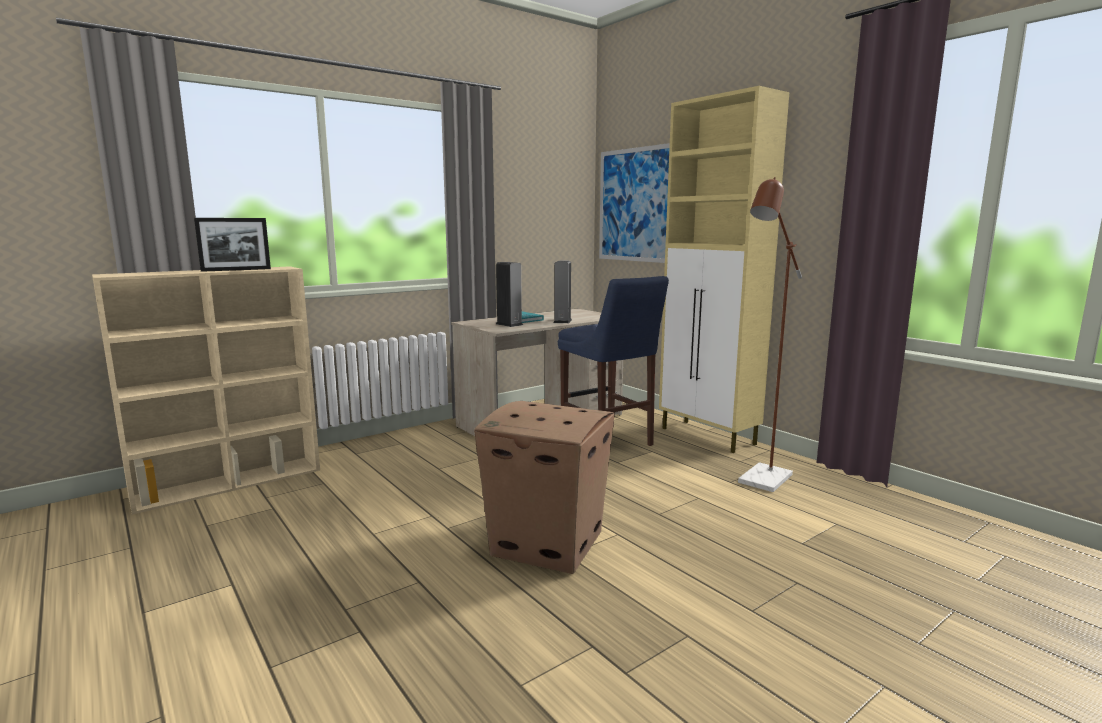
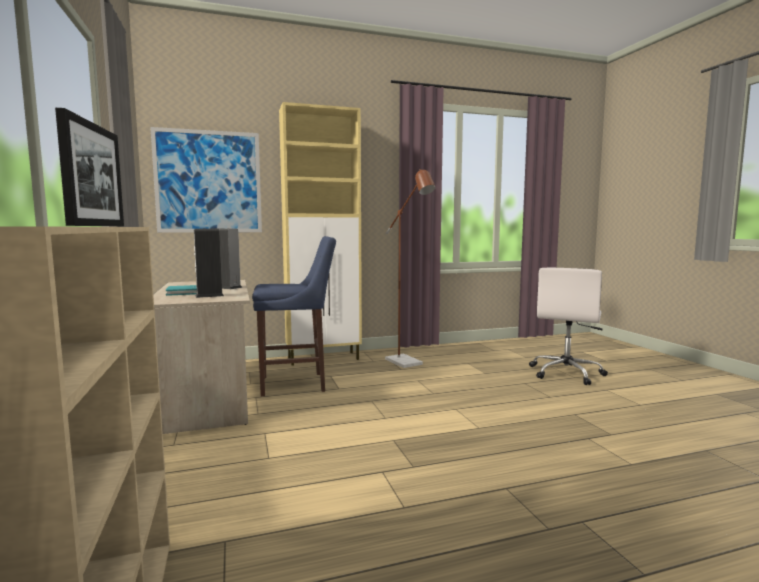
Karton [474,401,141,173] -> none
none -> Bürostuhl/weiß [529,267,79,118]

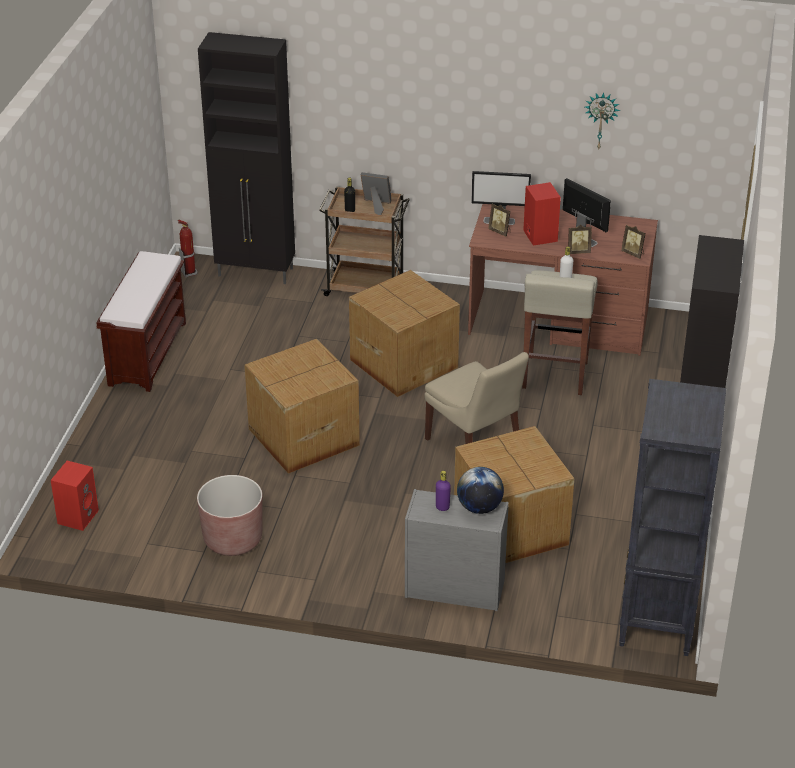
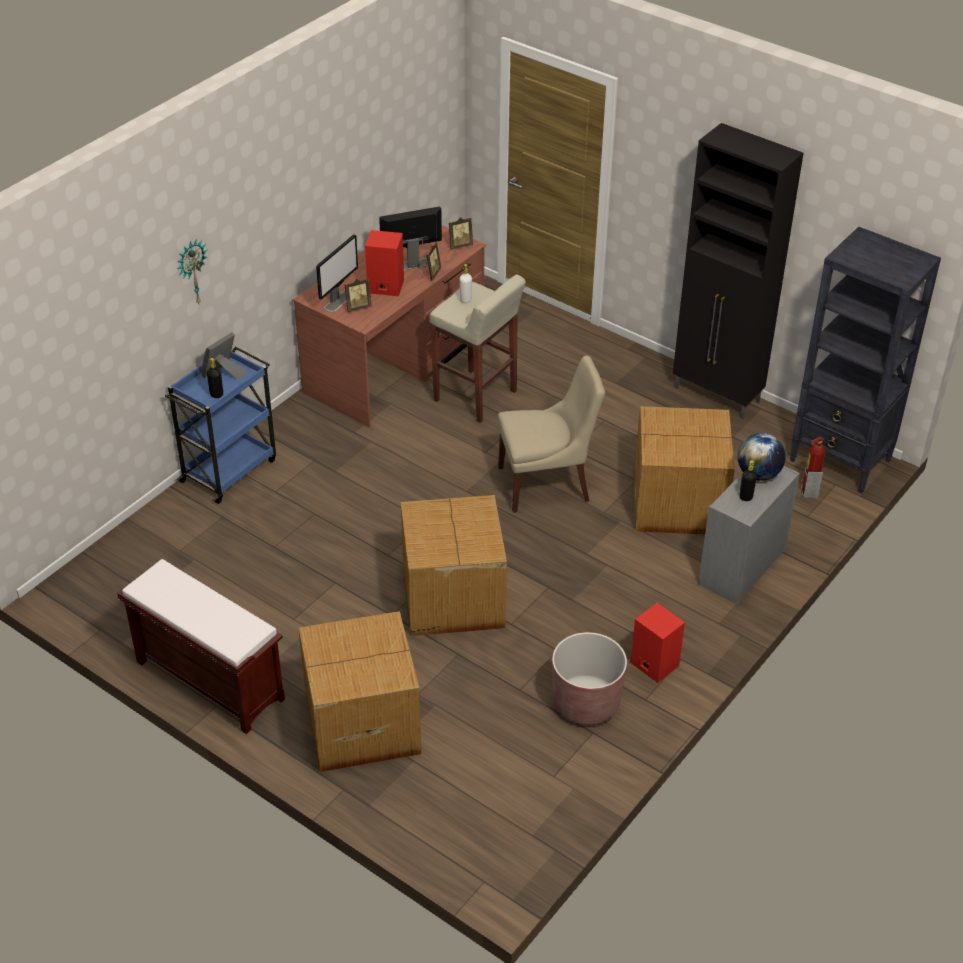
Schrank/schwarz [198,32,97,252] -> none
Lautsprecher/rot [51,460,48,71] -> Lautsprecher/rot [630,603,55,80], shifted
Feuerlöscher [178,220,20,58] -> Feuerlöscher [800,437,25,61], shifted
Karton [349,270,111,127] -> Karton [299,611,122,161], shifted
Wanduhr [585,92,35,58] -> Wanduhr [177,239,30,65], shifted
Rollwagen/braun [319,186,91,110] -> Rollwagen/blau [165,346,111,158]
Flasche/lila [436,471,15,40] -> Flasche/schwarz [739,460,18,41]

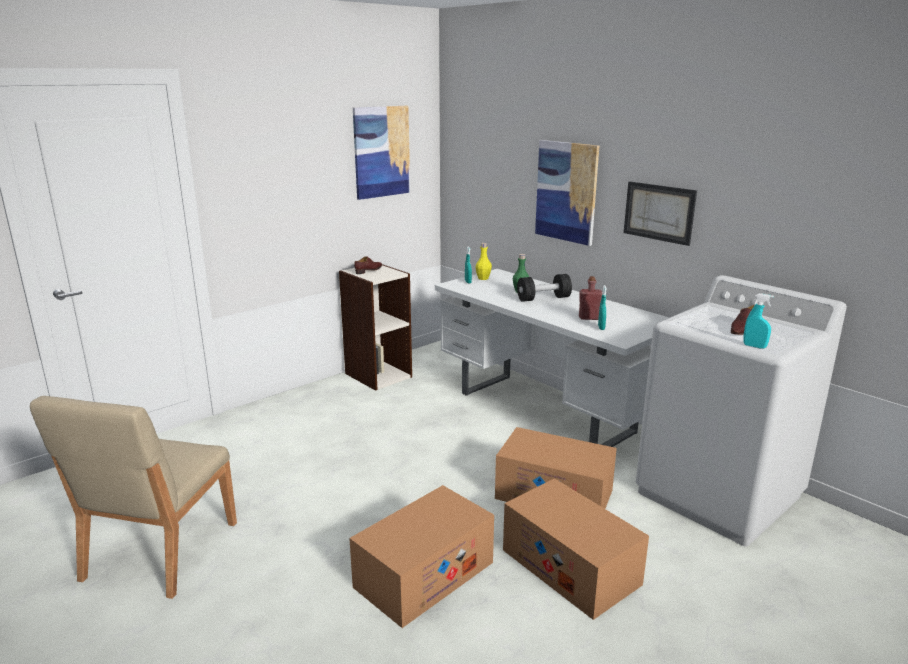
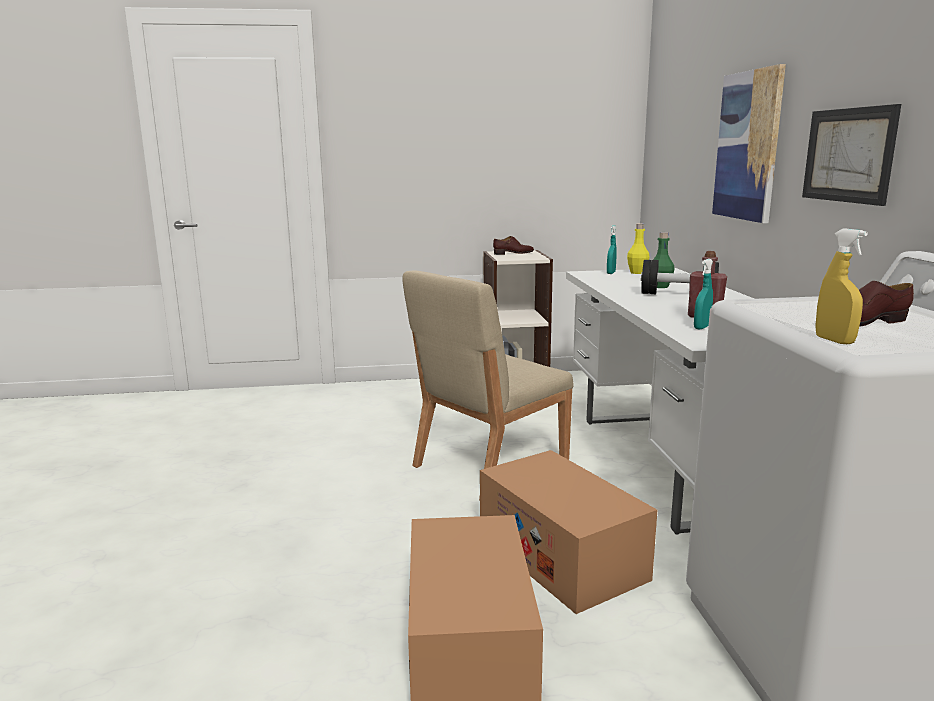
Karton [349,485,145,143] -> none
Bild [353,106,57,94] -> none
Stuhl/beige [30,396,207,203] -> Stuhl/beige [402,270,172,230], shifted
Sprühflasche/türkis [744,293,30,55] -> Sprühflasche/gelb [815,228,53,116]

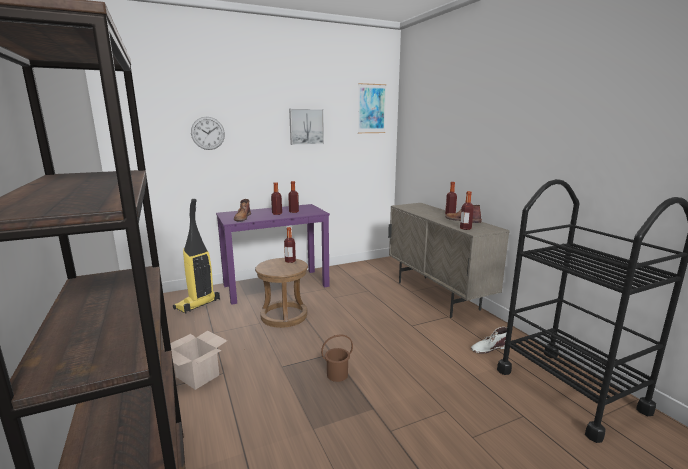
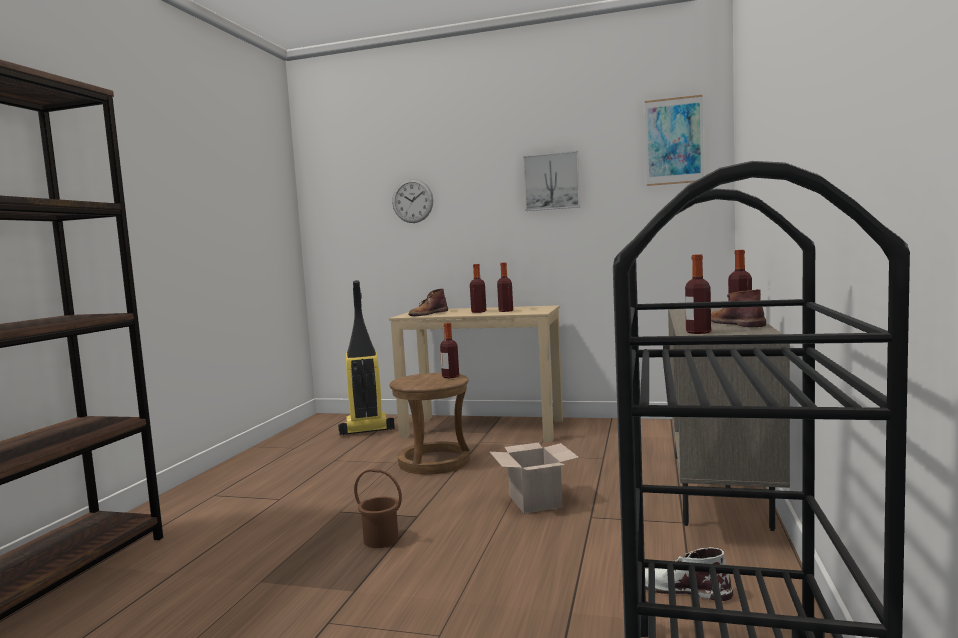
Karton [170,331,57,59] -> Karton [490,443,89,71], shifted
Schreibtisch/lila [216,204,114,101] -> Schreibtisch/beige [389,305,174,137]

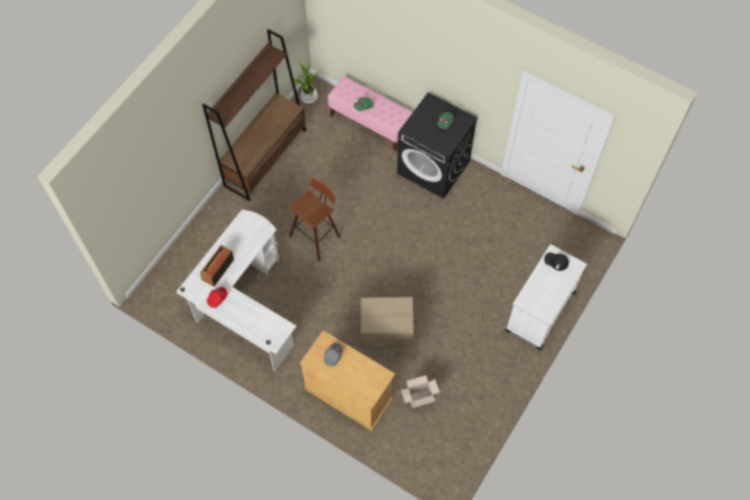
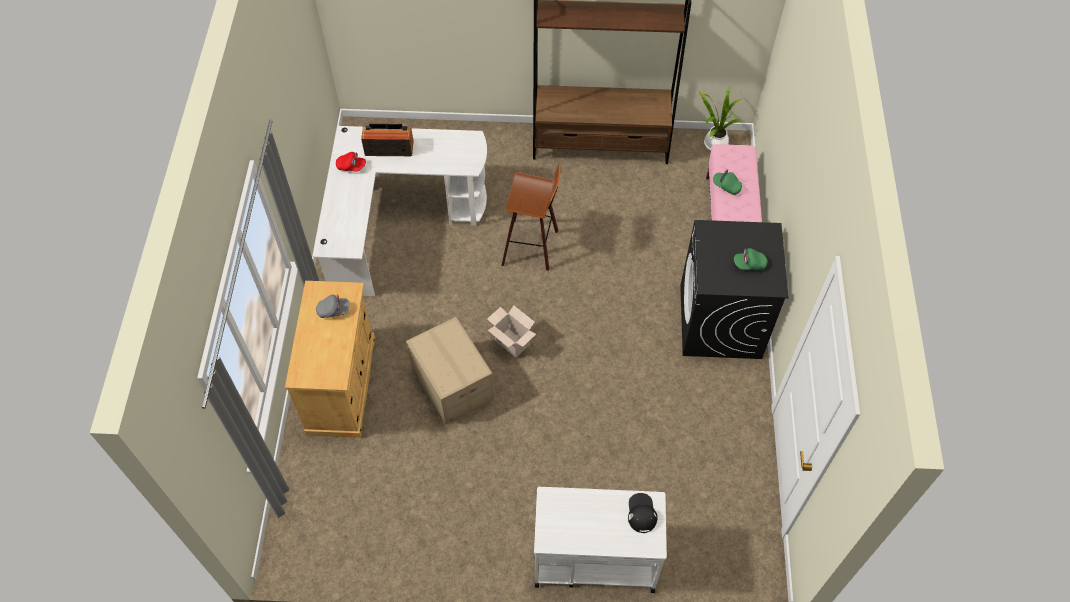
Karton [401,375,39,33] -> Karton [487,306,49,52], shifted

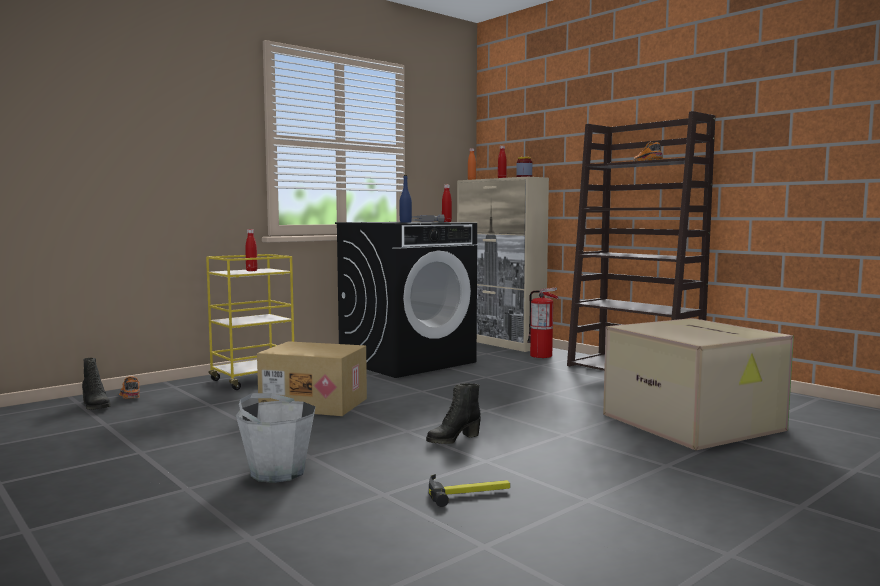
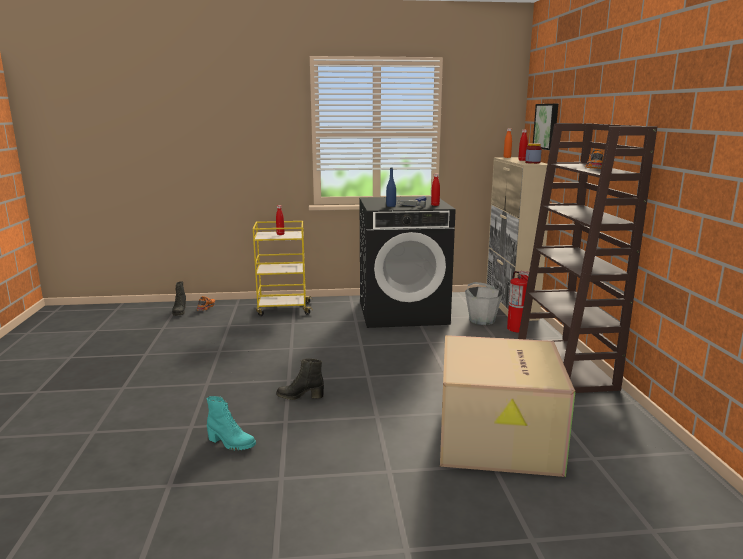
Karton [257,341,110,75] -> none
none -> Bild [533,104,25,46]
Eimer/grau [236,393,80,90] -> Eimer/grau [465,282,38,43], shifted
Hammer [429,474,81,33] -> Stiefel/türkis [207,396,49,54]

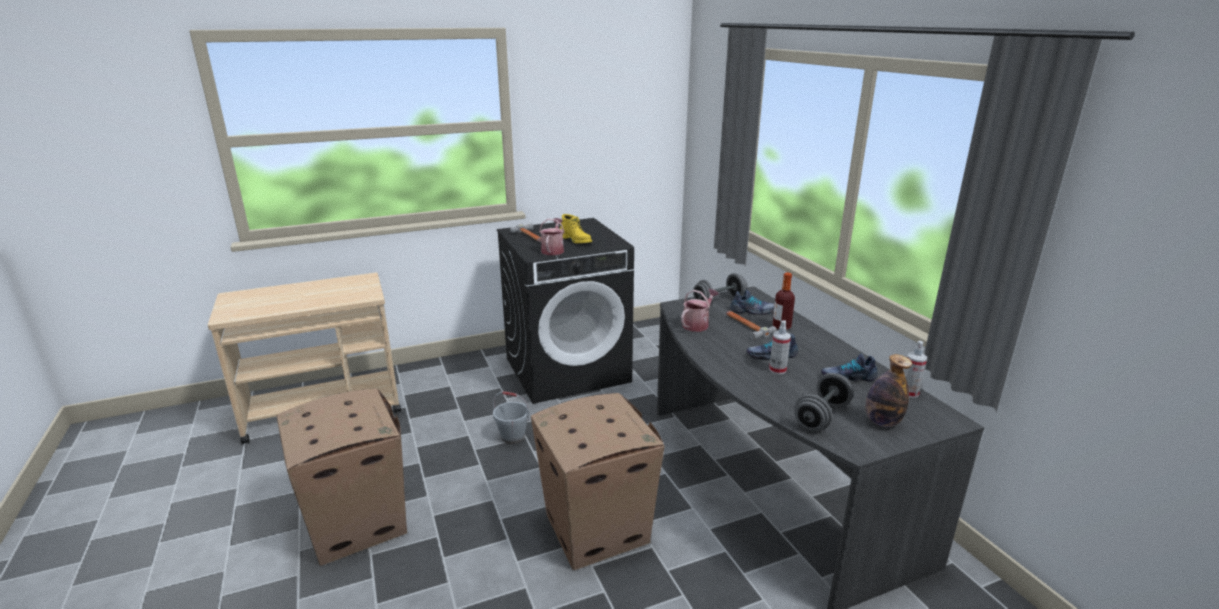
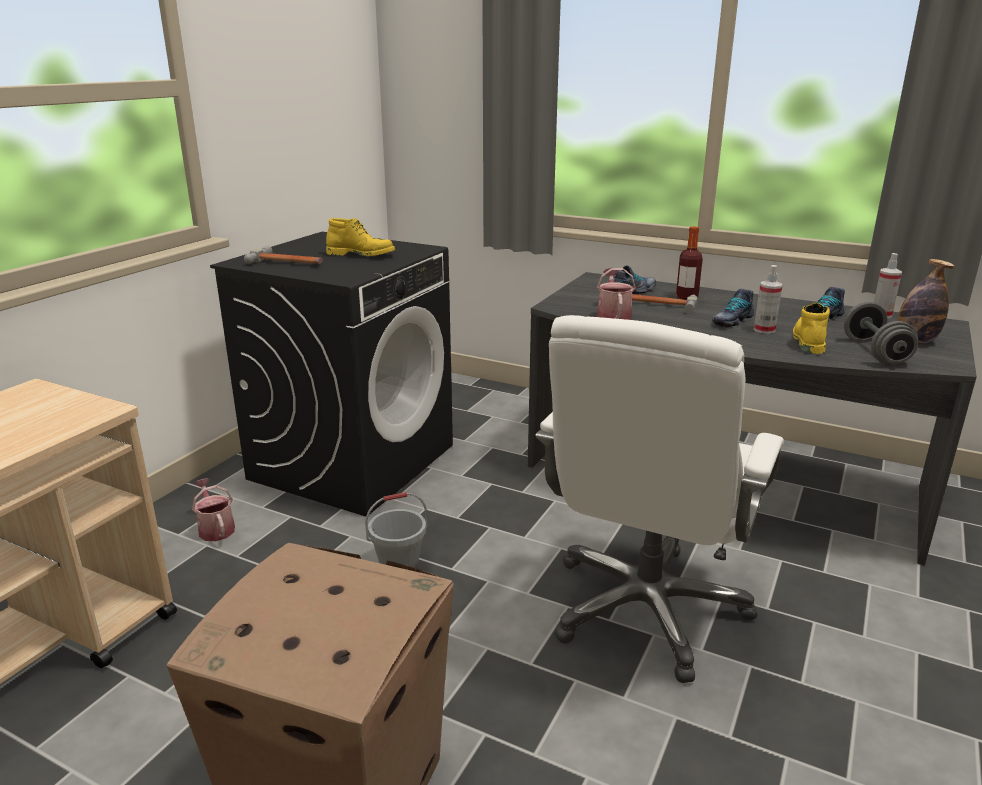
Hantel/grau [693,273,54,33] -> none
none -> Stiefel/gelb [793,303,37,51]
Gießkanne [539,218,25,37] -> Gießkanne [192,478,43,63], shifted
Karton [531,393,133,177] -> Bürostuhl/weiß [535,315,249,368]

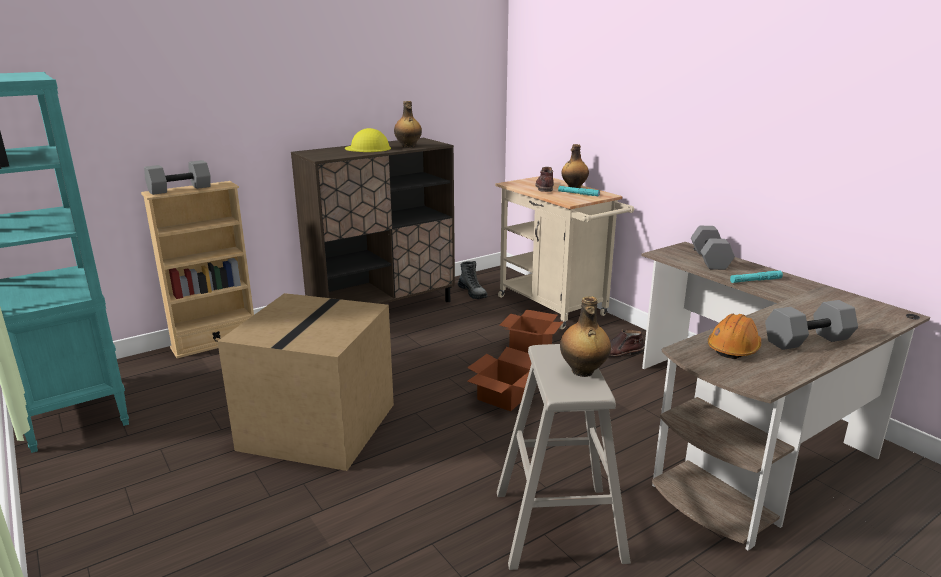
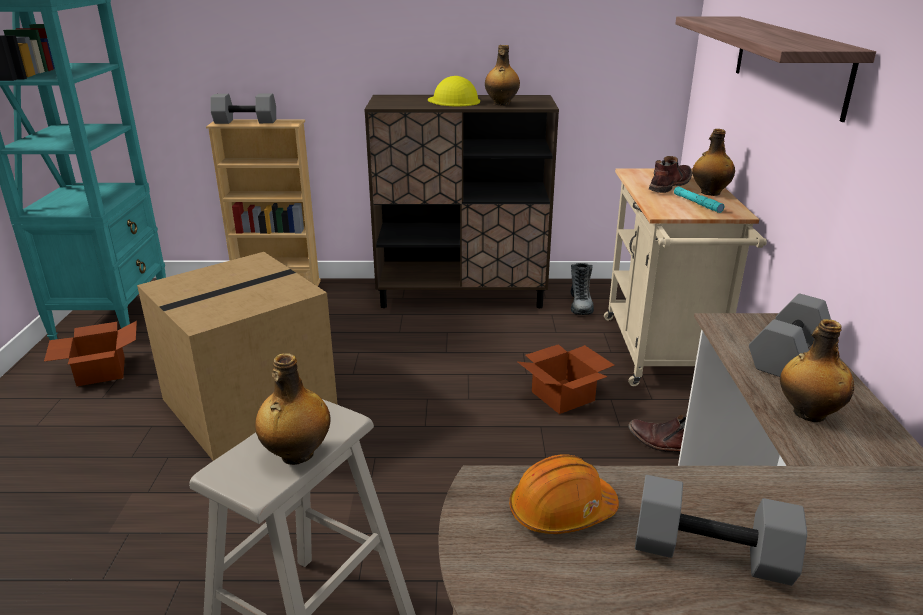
none -> Wandregal [675,16,201,106]
Karton [467,347,64,64] -> Karton [44,321,93,65], shifted
Taschenlampe/türkis [730,270,53,13] -> Flasche [780,319,74,103]

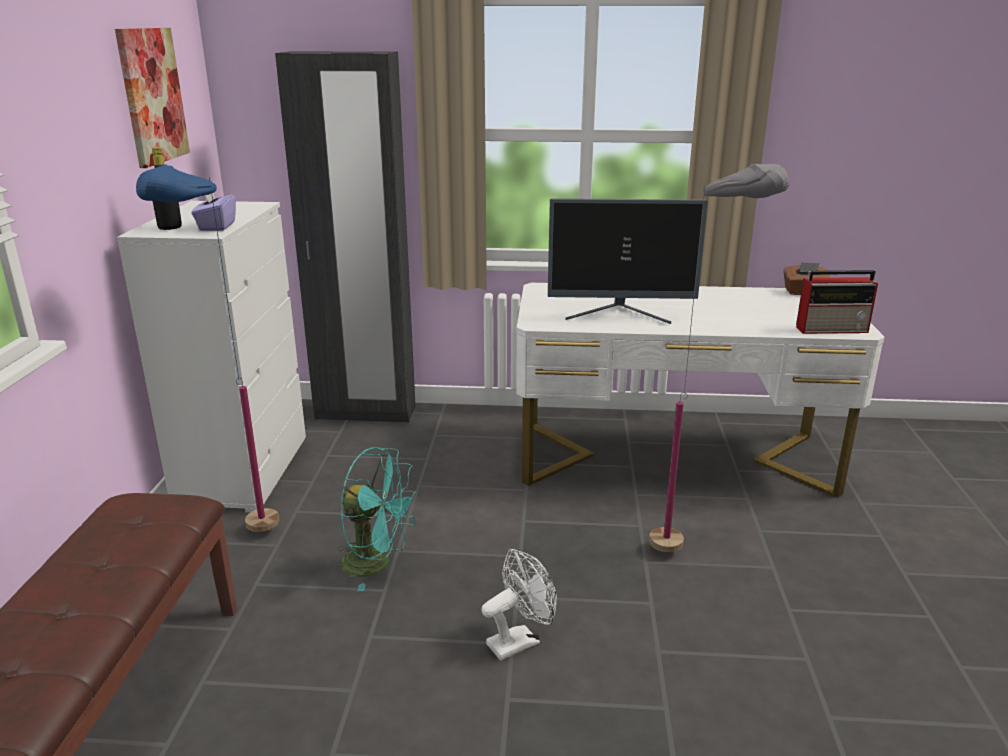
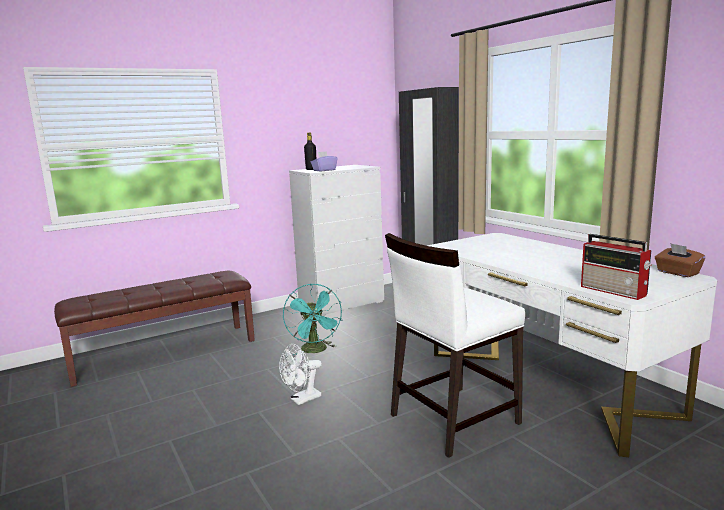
Bild [115,28,75,140] -> none
Stehlampe/blau [136,164,143,368] -> none
Monitor [548,198,160,126] -> none
Stehlampe/grau [649,164,141,388] -> Stuhl/weiß [385,233,140,225]
Ventilator/weiß [481,549,76,111] -> Ventilator/weiß [279,344,43,61], 120 degrees clockwise

